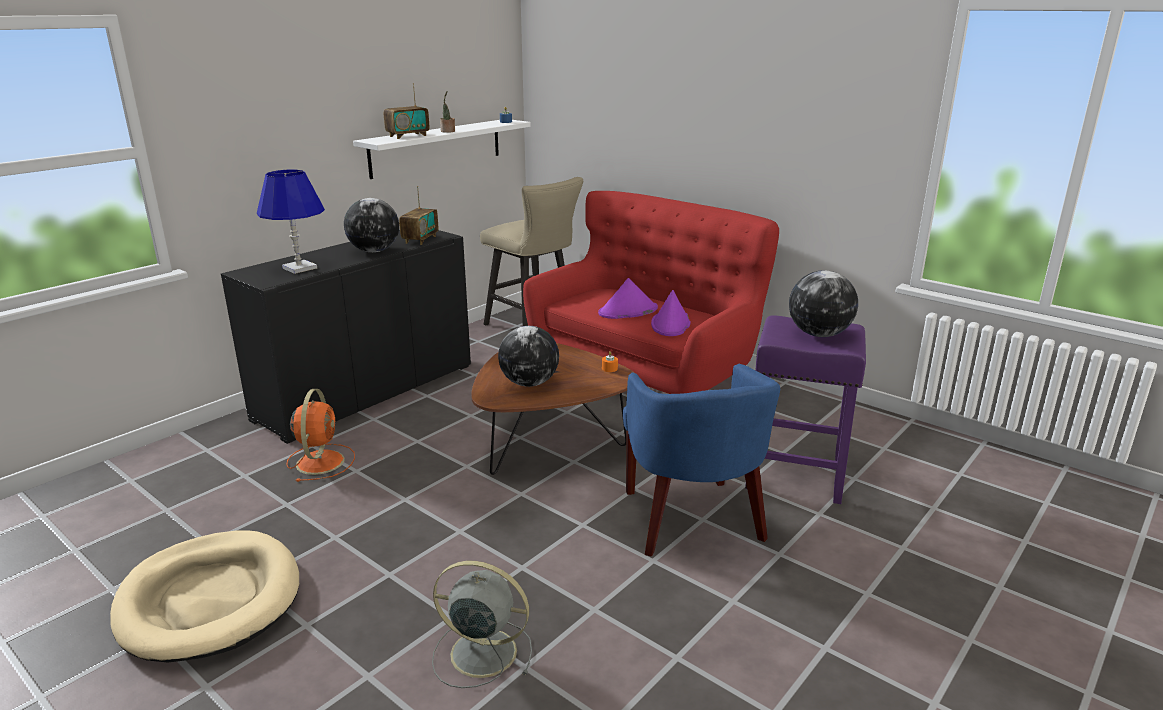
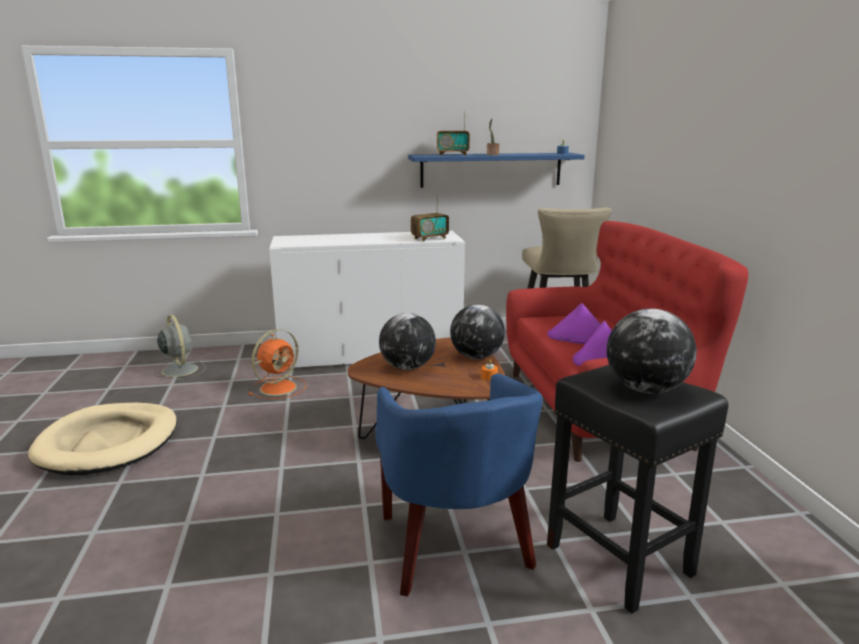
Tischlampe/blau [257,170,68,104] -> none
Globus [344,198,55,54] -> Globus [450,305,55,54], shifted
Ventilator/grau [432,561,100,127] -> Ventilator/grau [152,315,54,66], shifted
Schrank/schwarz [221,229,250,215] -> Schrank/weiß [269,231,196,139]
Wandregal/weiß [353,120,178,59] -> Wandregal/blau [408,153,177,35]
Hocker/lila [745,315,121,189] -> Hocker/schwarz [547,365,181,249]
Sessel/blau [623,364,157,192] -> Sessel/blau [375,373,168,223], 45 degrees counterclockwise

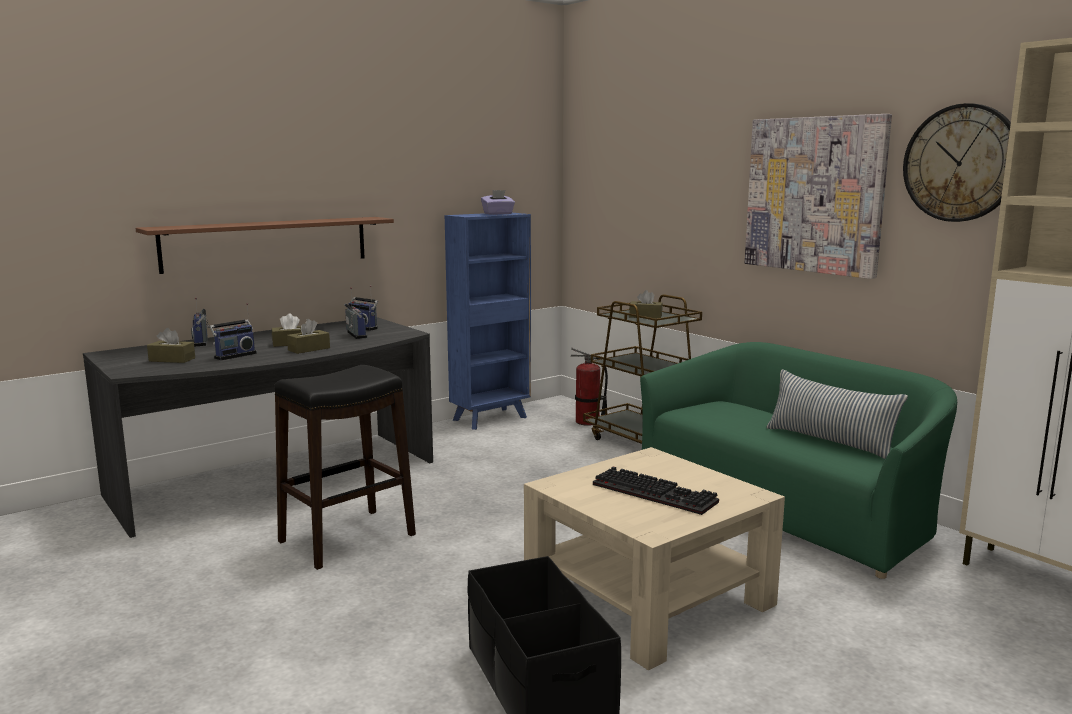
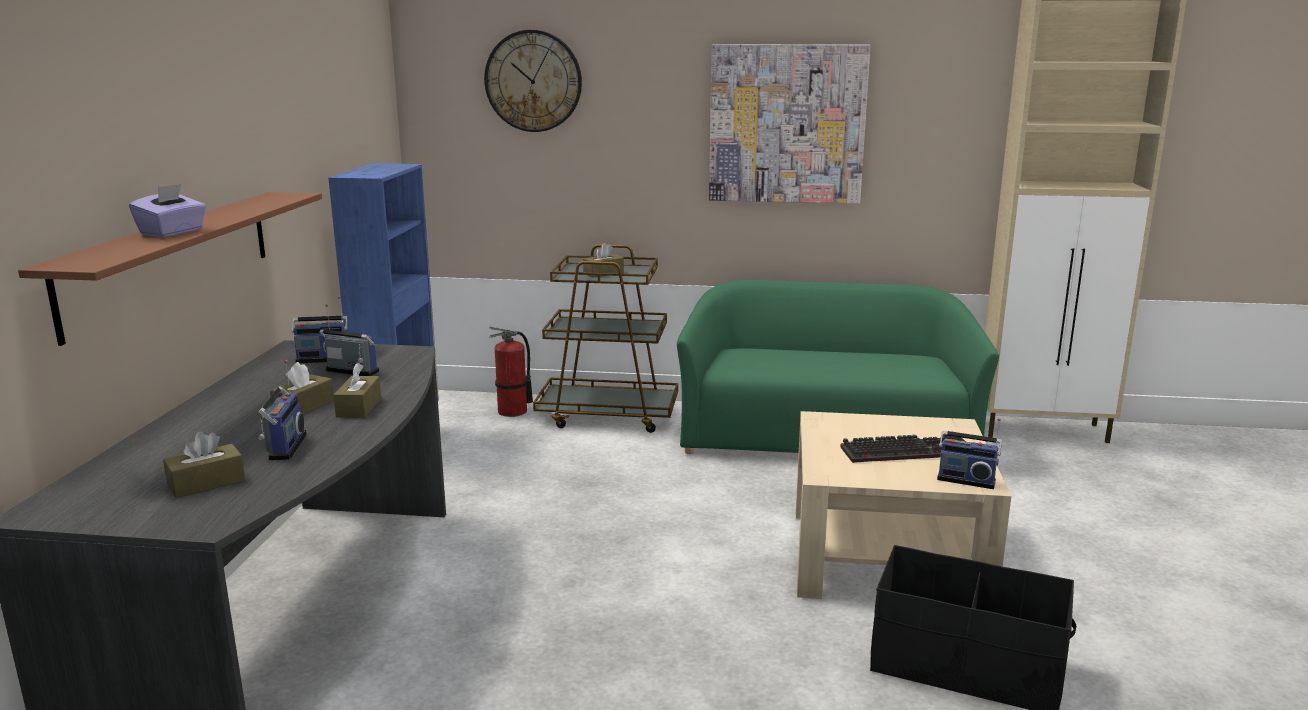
Hocker/schwarz [274,365,142,205] -> none
Kissen [766,369,142,90] -> none
Radio [191,297,19,50] -> Radio [937,418,65,71], shifted
Taschentuchbox/lila [481,190,34,25] -> Taschentuchbox/lila [129,183,77,54], shifted
Wanduhr [903,103,108,119] -> Wanduhr [484,30,98,102], shifted

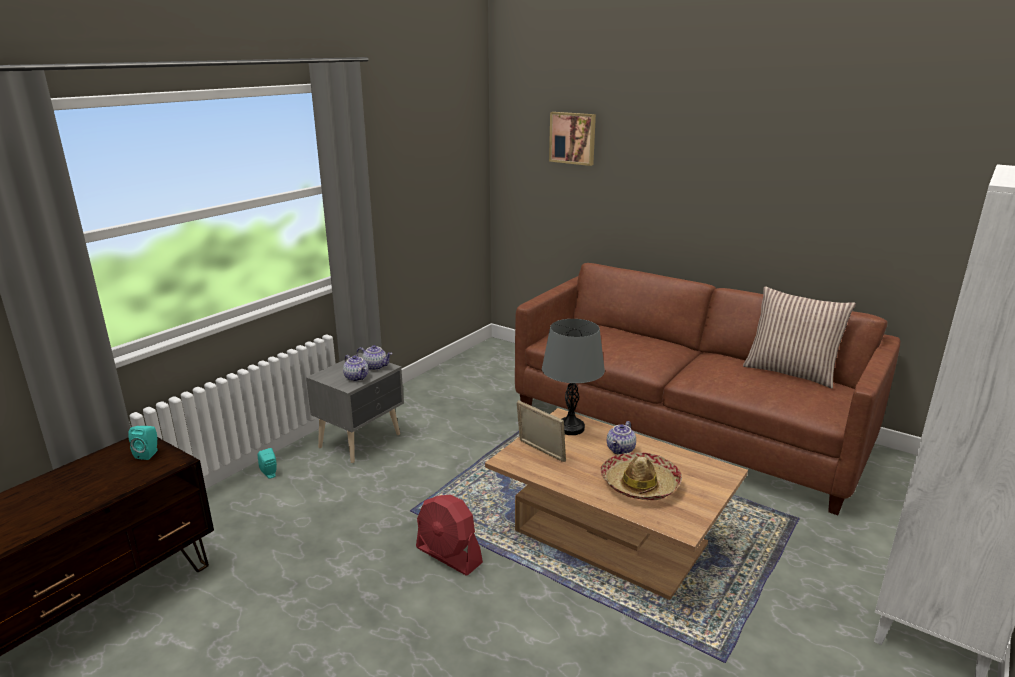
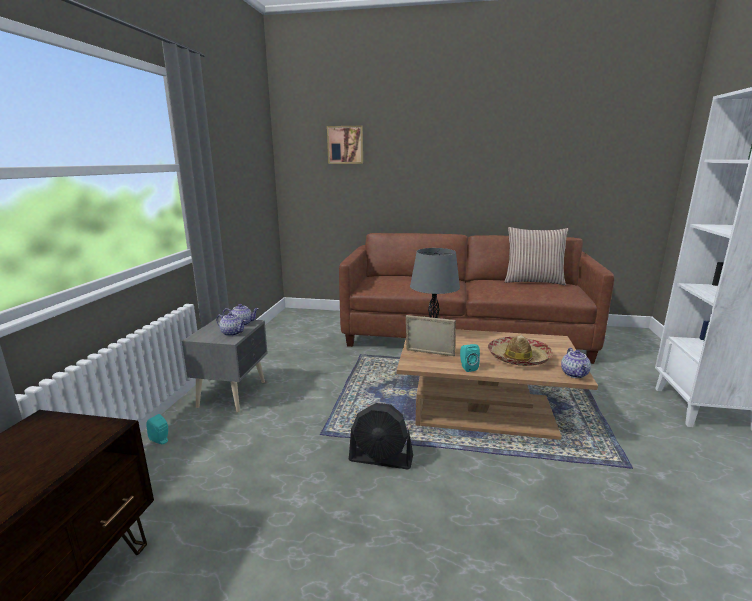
Lautsprecher/türkis [128,426,30,34] -> Lautsprecher/türkis [460,344,20,28], shifted
Teekanne [607,421,29,34] -> Teekanne [561,348,30,30], shifted
Ventilator/rot [416,494,67,82] -> Ventilator/schwarz [349,403,64,66]

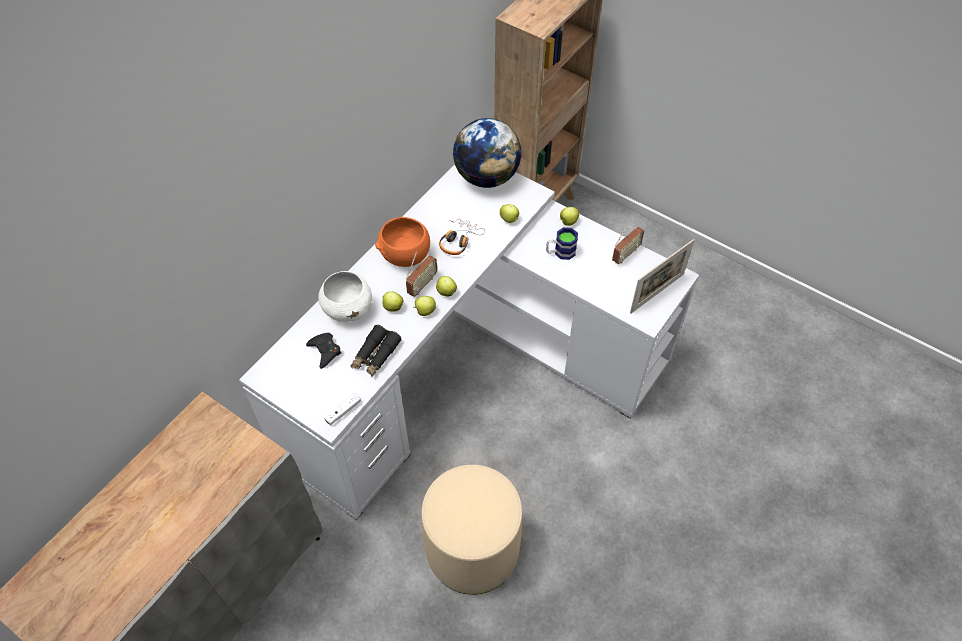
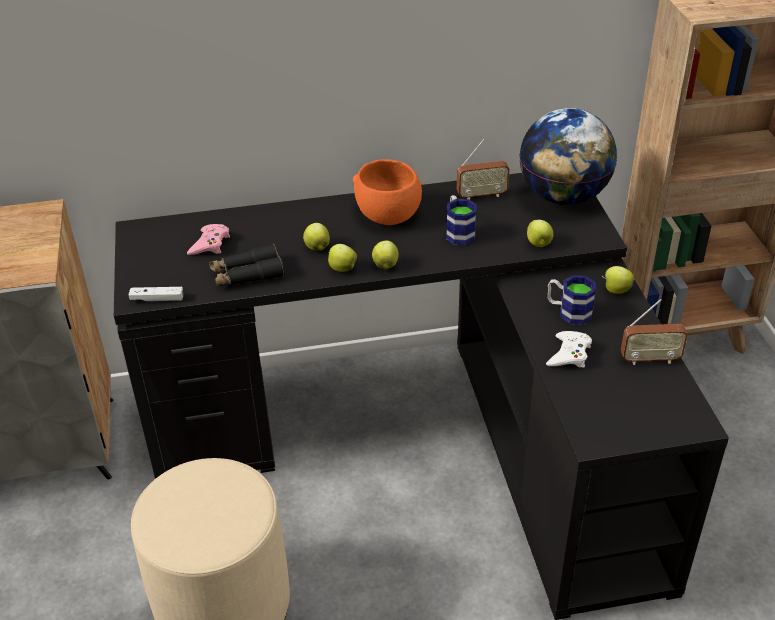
Schüssel/weiß [318,271,54,51] -> none
Bilderrahmen [630,239,64,75] -> none
none -> Gamepad/weiß [546,331,46,37]
Radio [406,252,31,45] -> Radio [457,139,53,61], shifted
Kopfhörer [439,219,46,36] -> Henkelbecher [446,195,31,50]
Schreibtisch/weiß [239,165,460,355] -> Schreibtisch/schwarz [114,173,615,447]
Gamepad/schwarz [306,333,35,36] -> Gamepad/rosa [187,224,43,31]

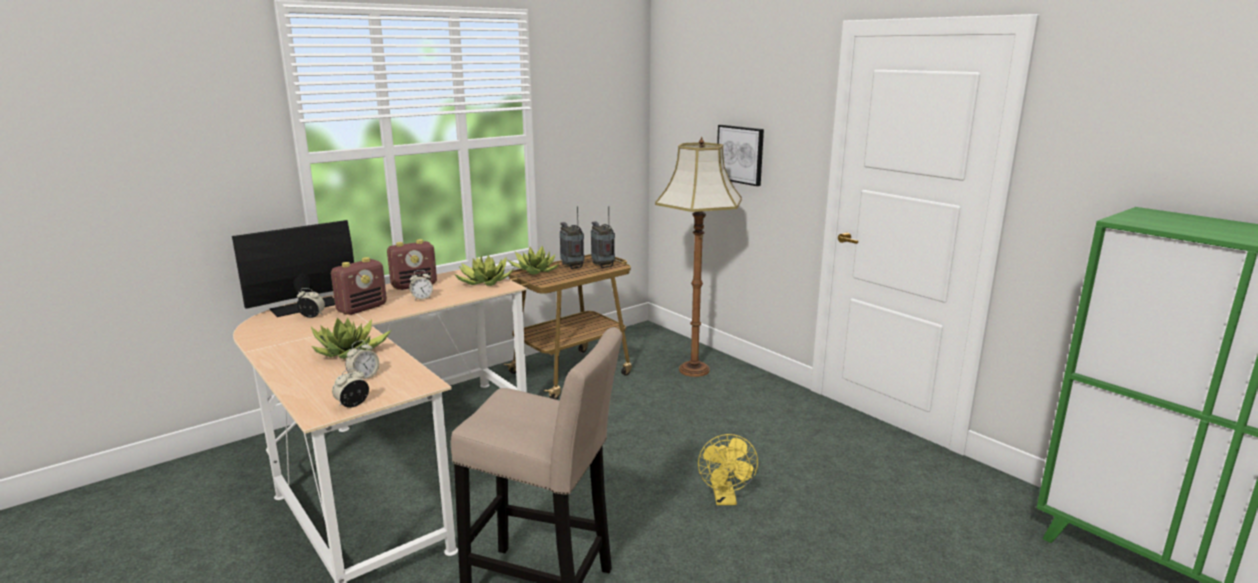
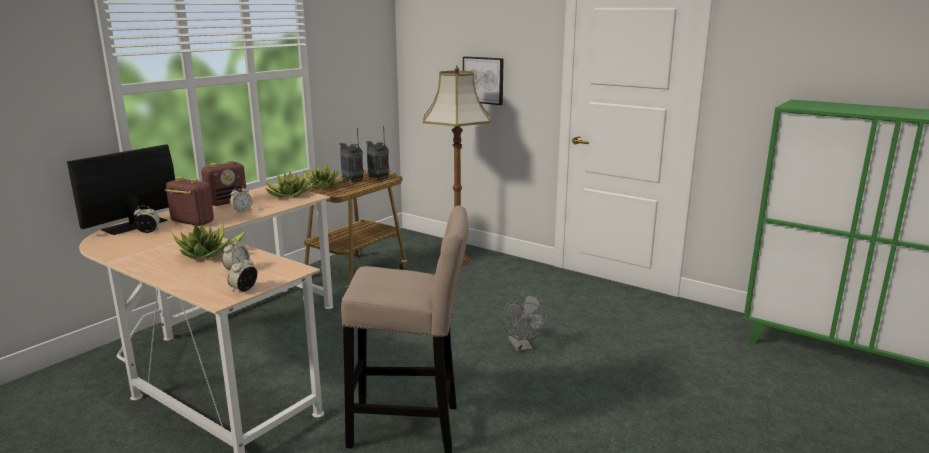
Ventilator/gelb [698,434,60,71] -> Ventilator/grau [502,293,45,59]
Radio [331,257,56,58] -> Radio [165,177,49,49], 90 degrees counterclockwise

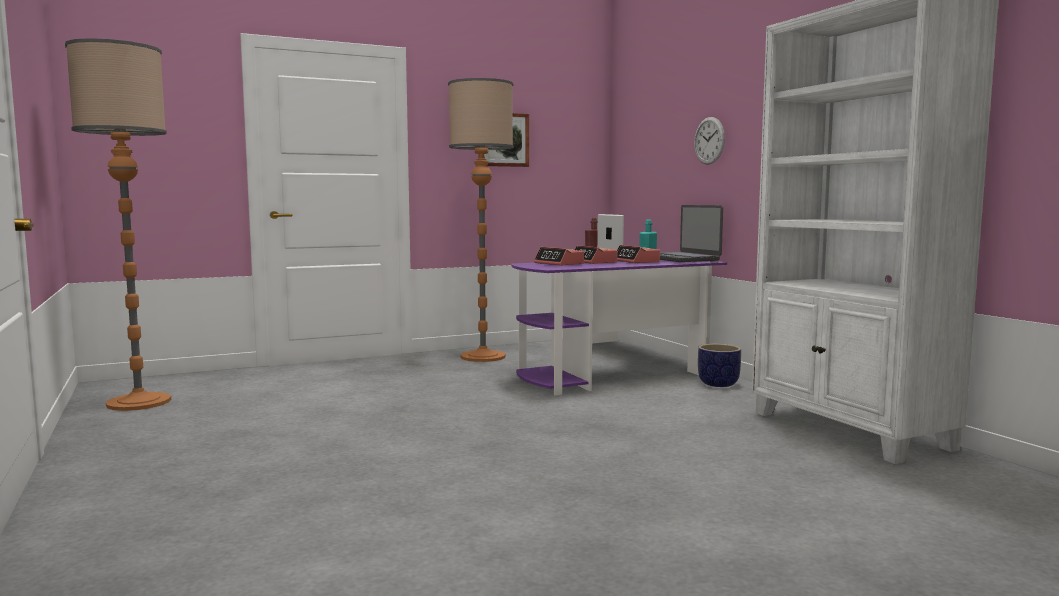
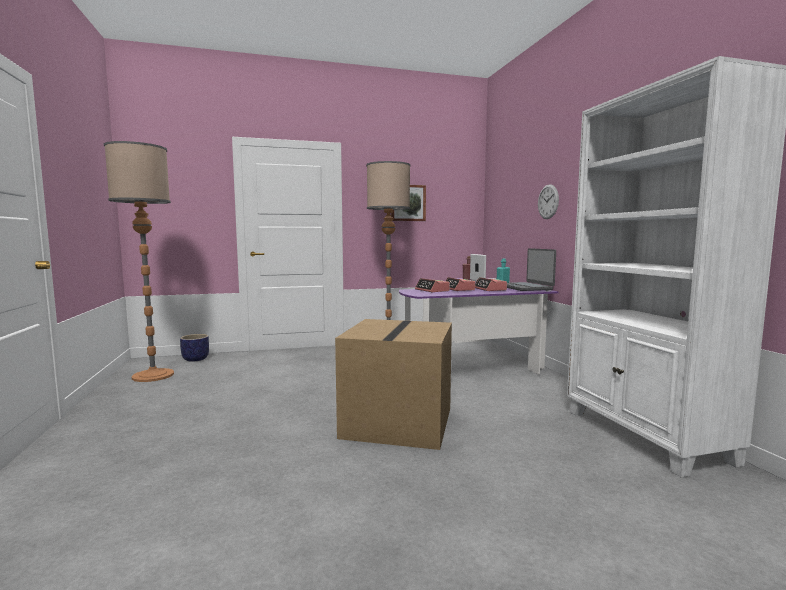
none -> Karton [335,319,117,131]
Pflanzkübel [698,344,43,43] -> Pflanzkübel [180,334,29,28], shifted

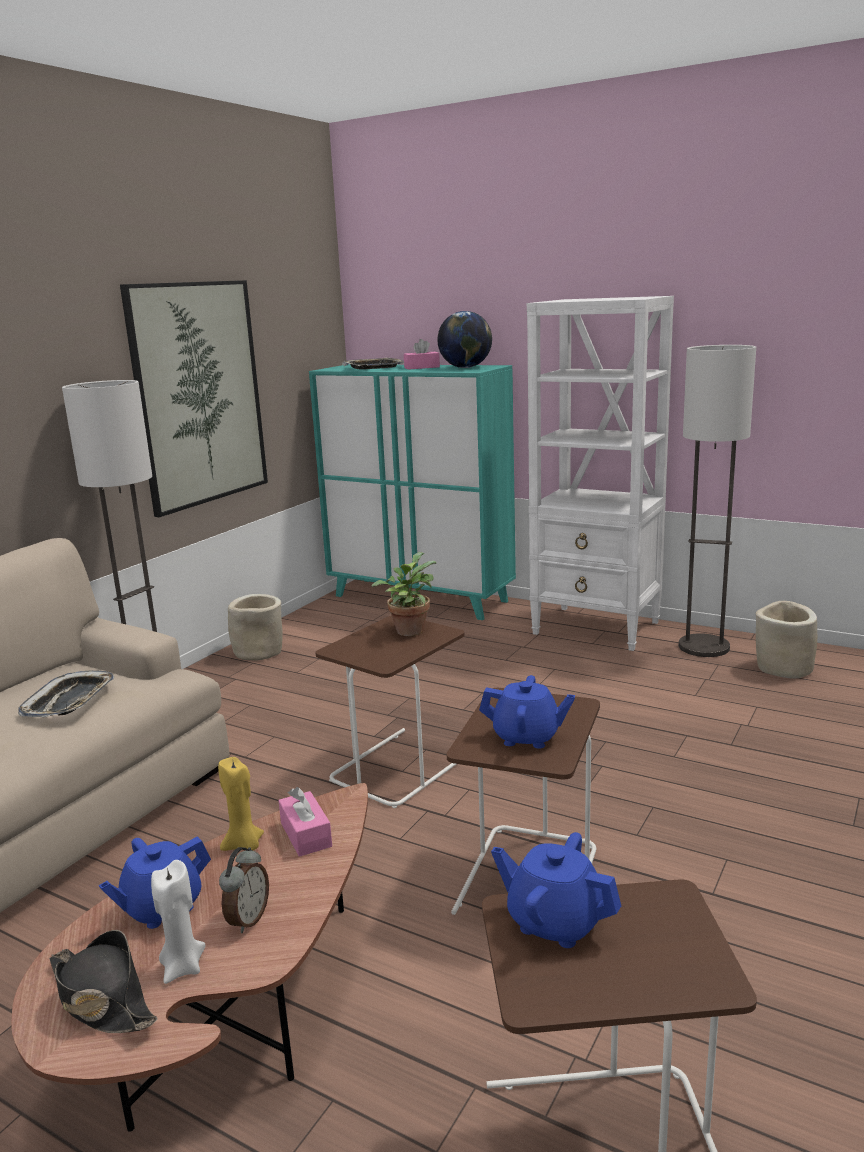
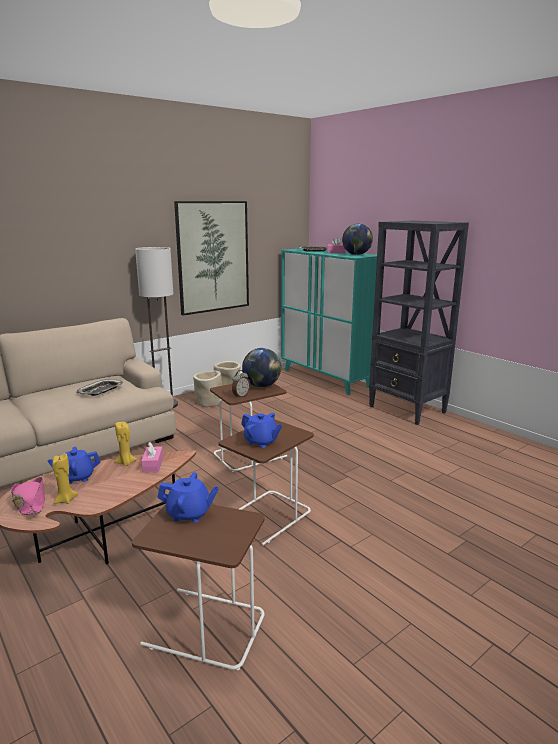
Stehlampe [679,345,77,312] -> none
Wecker [219,847,50,86] -> Wecker [232,370,18,29], shifted
Pflanzkübel/beige [756,601,61,78] -> Pflanzkübel/beige [193,370,30,37], shifted
Topfpflanze [371,552,65,84] -> Globus [242,348,39,39]
Hut/schwarz [49,930,108,103] -> Hut/rosa [11,477,34,38]
Kerze/weiß [151,860,55,124] -> Kerze/gelb [52,453,26,51]
Bücherregal/weiß [527,296,147,355] -> Bücherregal/schwarz [369,221,100,204]
Teekanne/blau [491,832,130,116] -> Teekanne/blau [157,472,62,50], 135 degrees clockwise

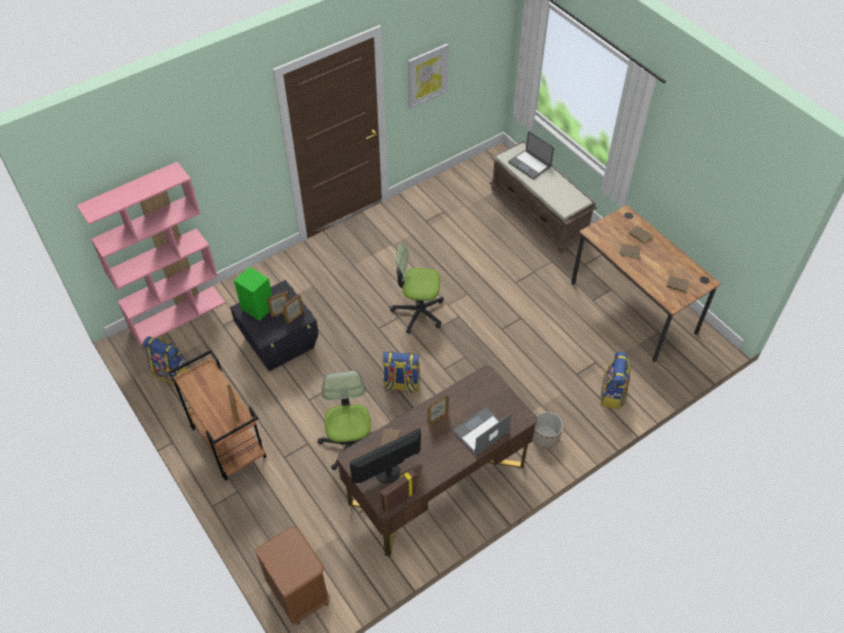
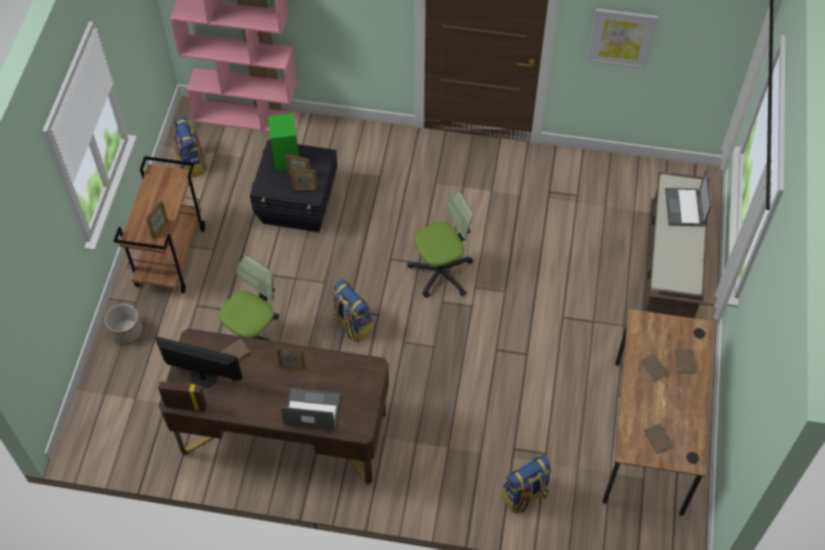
Nachttisch/braun [254,526,76,100] -> none
Pflanzkübel [533,412,30,36] -> Pflanzkübel [105,304,38,41], shifted
Bürostuhl [390,242,54,92] -> Bürostuhl [407,190,66,108], 105 degrees clockwise

